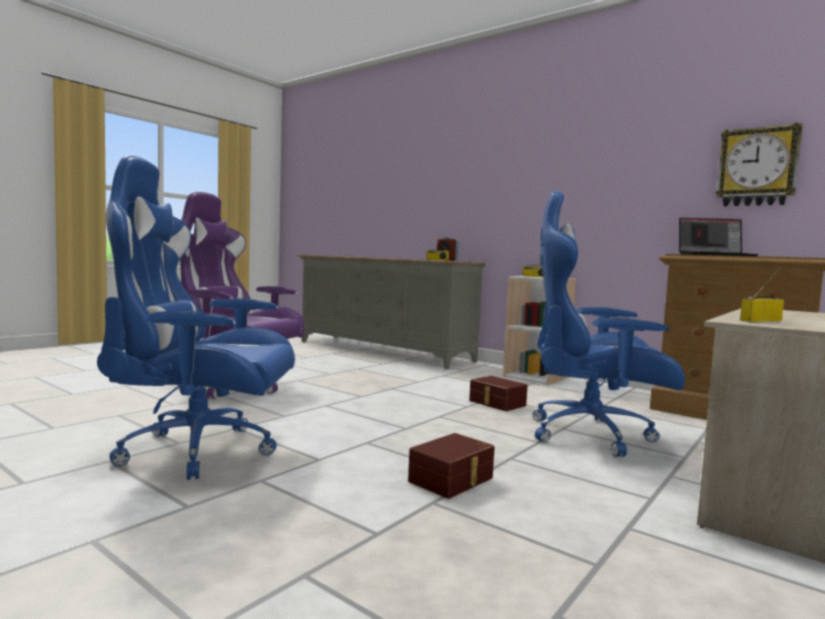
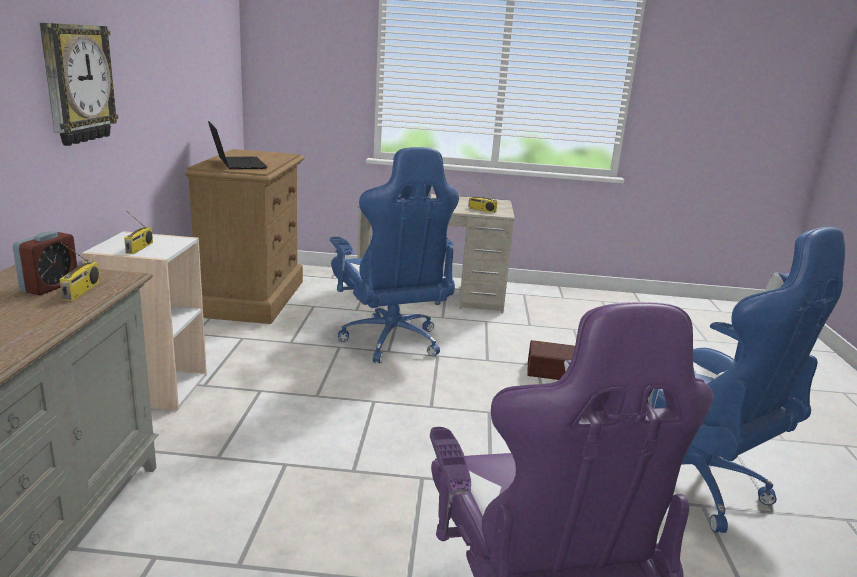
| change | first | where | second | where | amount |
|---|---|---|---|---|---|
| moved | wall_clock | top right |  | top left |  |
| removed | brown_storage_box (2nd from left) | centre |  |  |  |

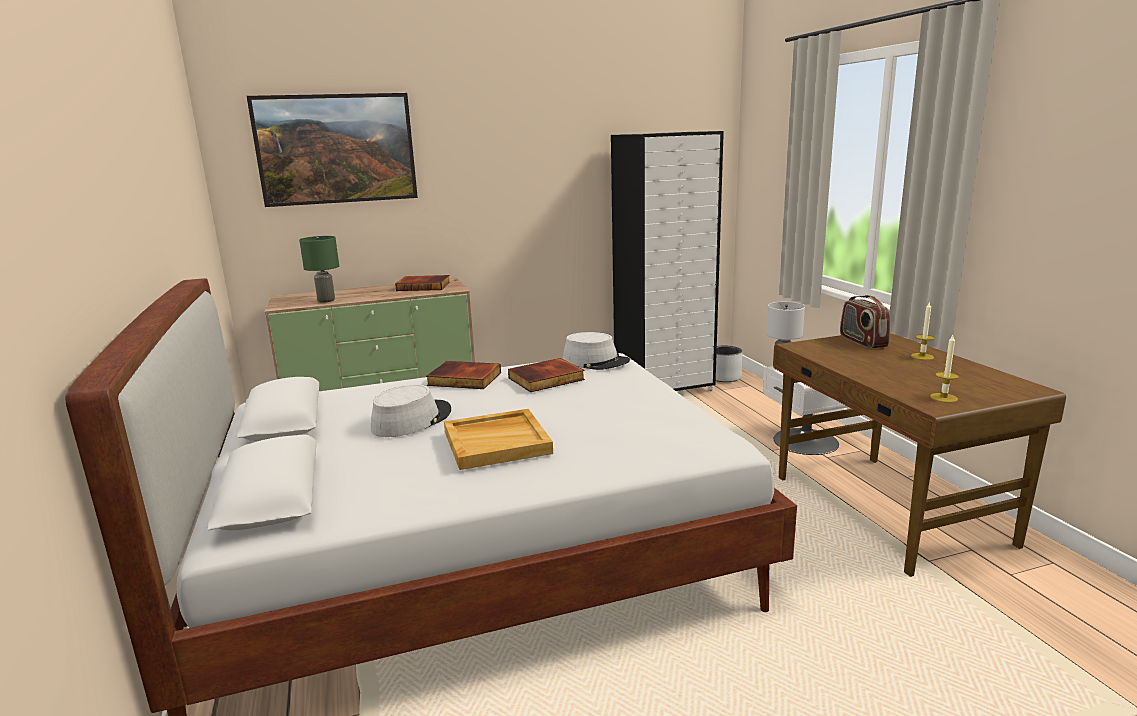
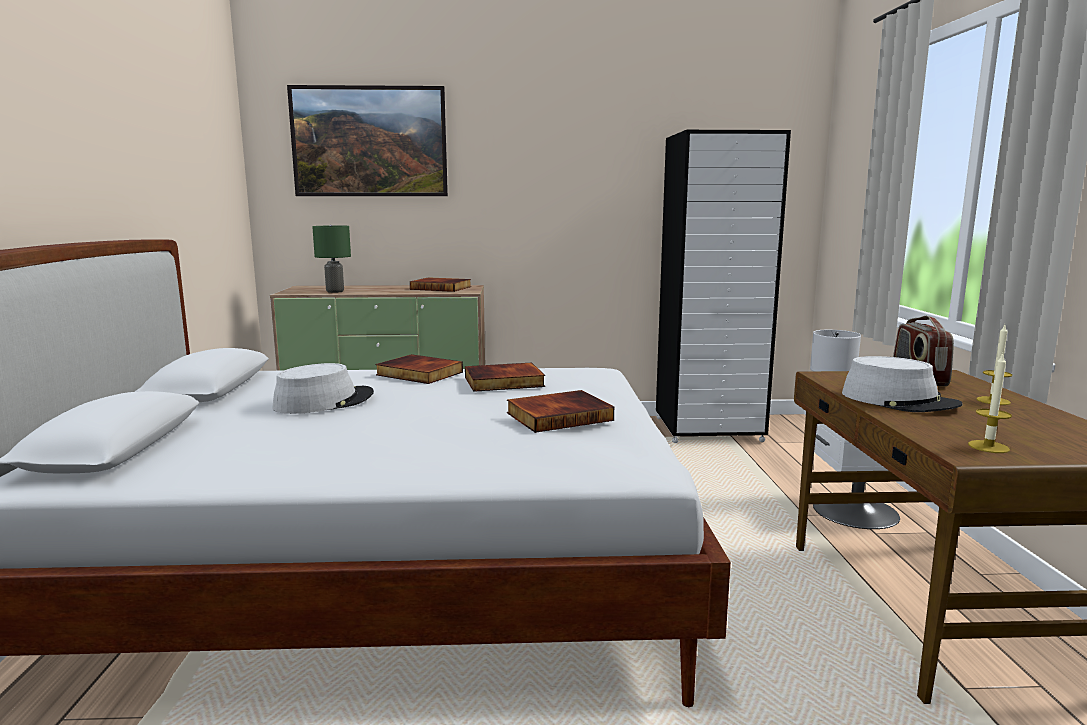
| change | first | where | second | where | amount |
|---|---|---|---|---|---|
| moved | grey_hat (2nd from left) | centre |  | middle right |  |
| removed | grey_planter | centre |  |  |  |
| removed | beige_tray | centre |  |  |  |
| added |  |  | book (4th from left) | centre |  |

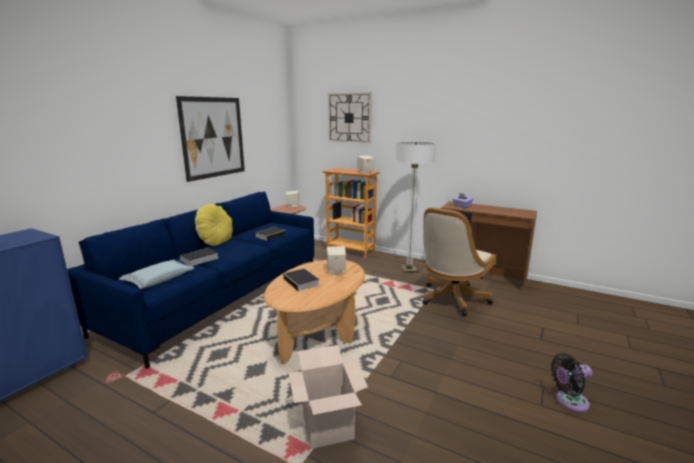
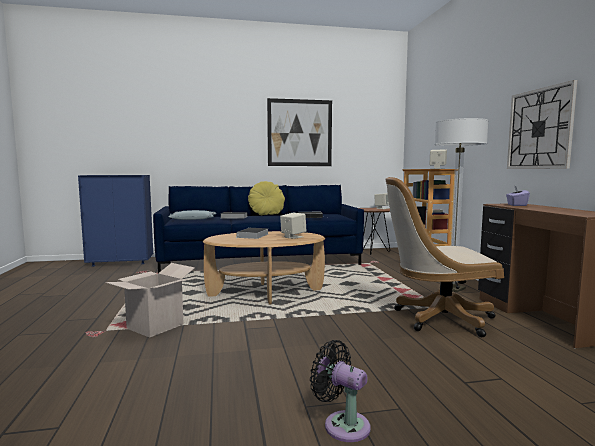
| change | first | where | second | where | amount |
|---|---|---|---|---|---|
| moved | wall_clock | top centre |  | top right |  |

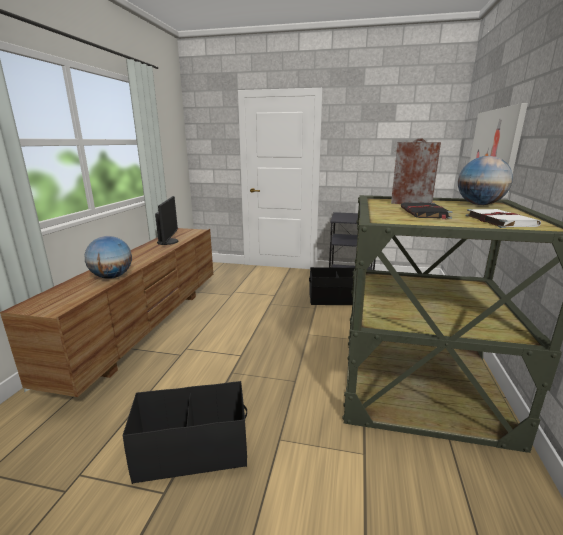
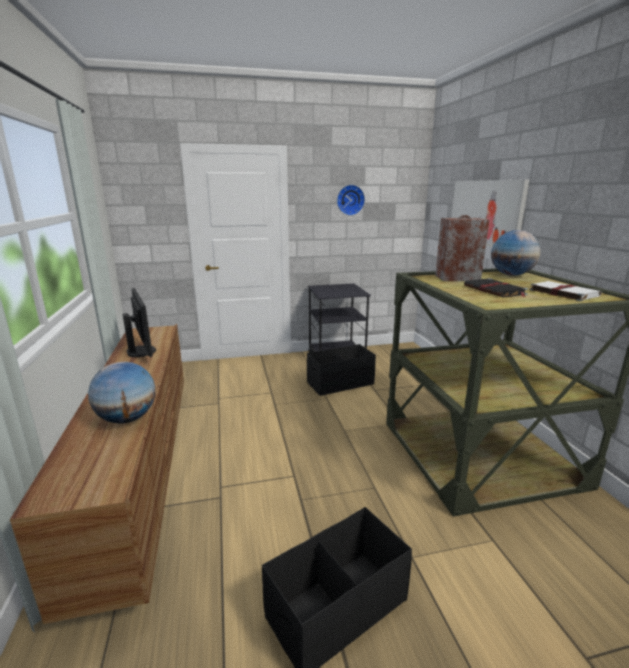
| change | first | where | second | where | amount |
|---|---|---|---|---|---|
| added |  |  | wall_clock | top centre |  |

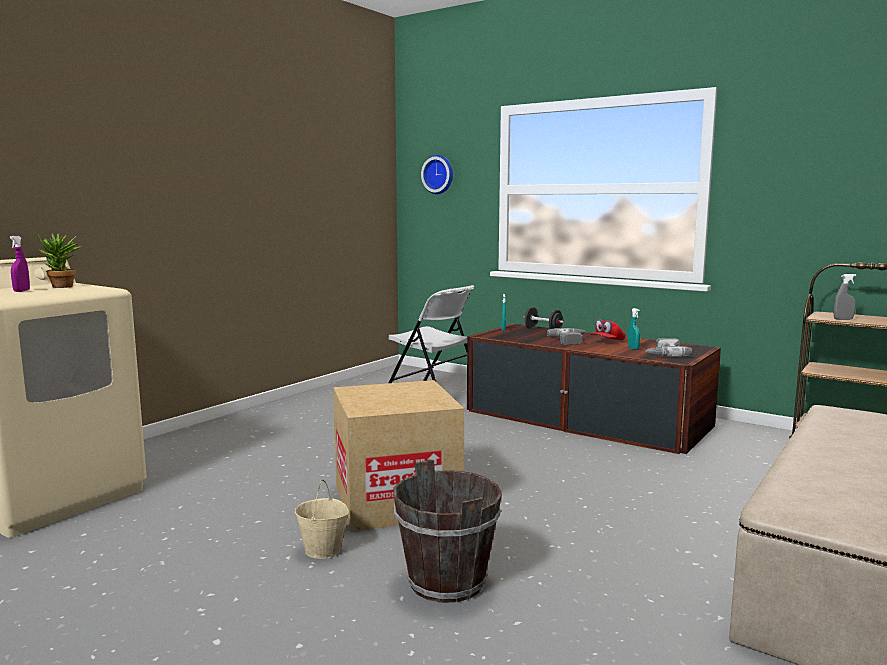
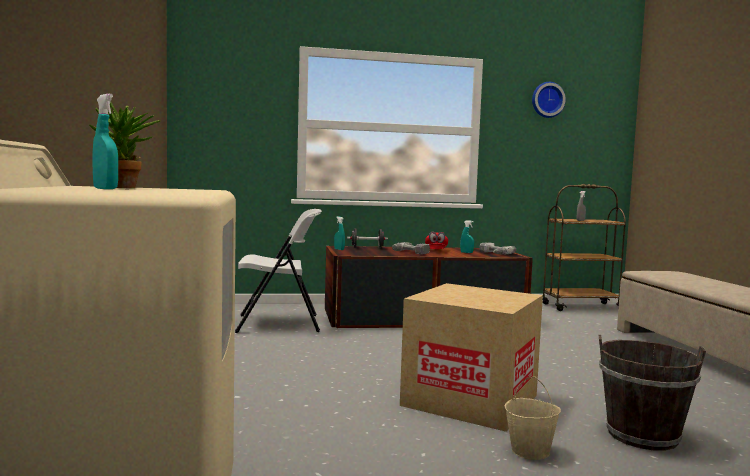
| change | first | where | second | where | amount |
|---|---|---|---|---|---|
| moved | wall_clock | top centre |  | top right |  |
| recoloured | purple_spray_bottle | middle left | turquoise_spray_bottle (1st from left) | top left |  |

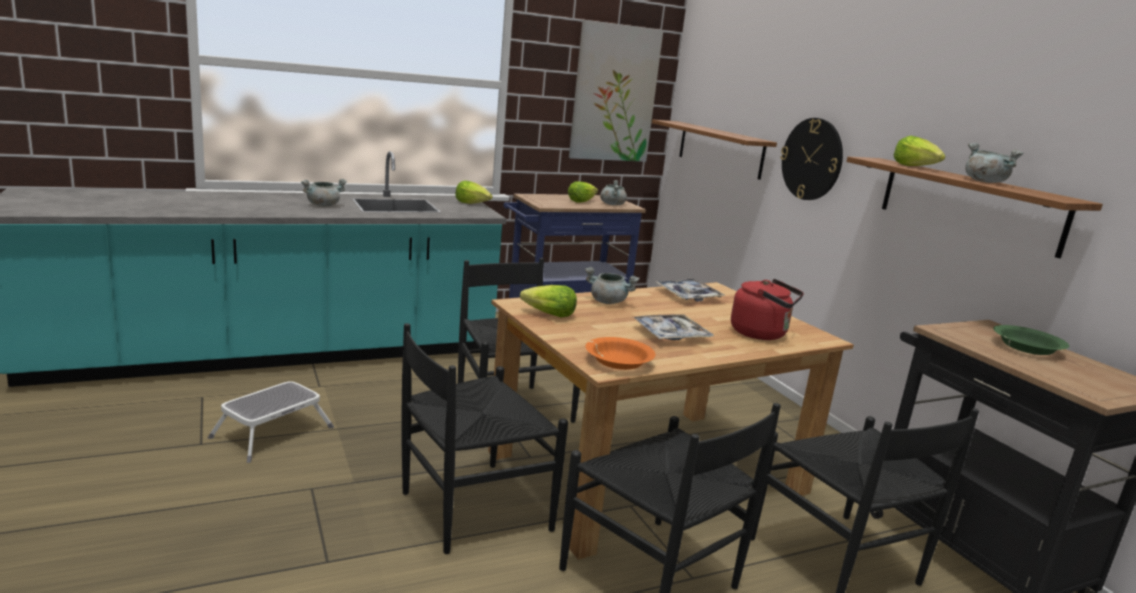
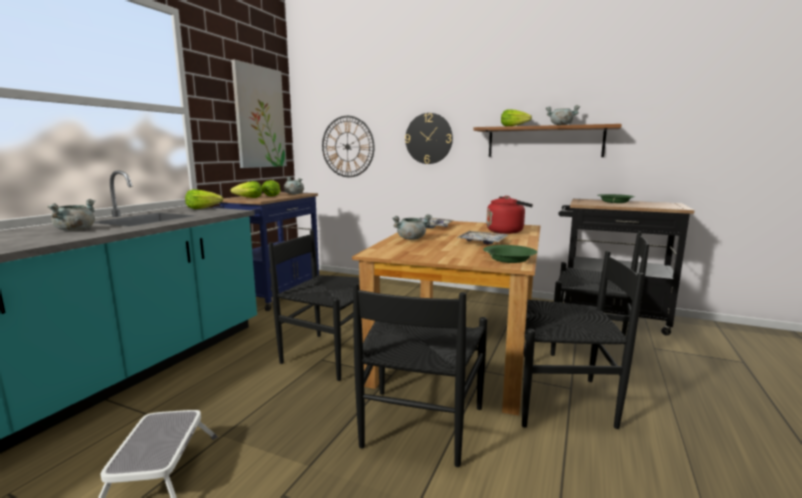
| change | first | where | second | where | amount |
|---|---|---|---|---|---|
| replaced | shelf (1st from left) | top centre | wall_clock (1st from left) | top centre |  |
| moved | lettuce (2nd from left) | centre |  | middle left |  |
| recoloured | orange_bowl | centre | green_bowl (1st from left) | centre |  |

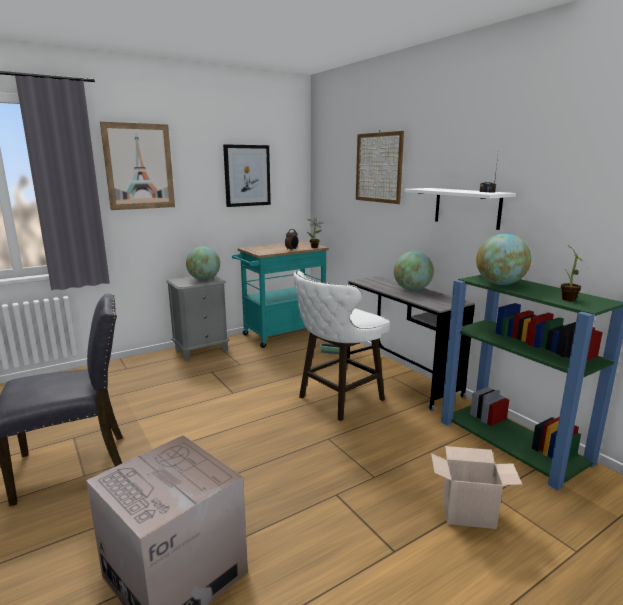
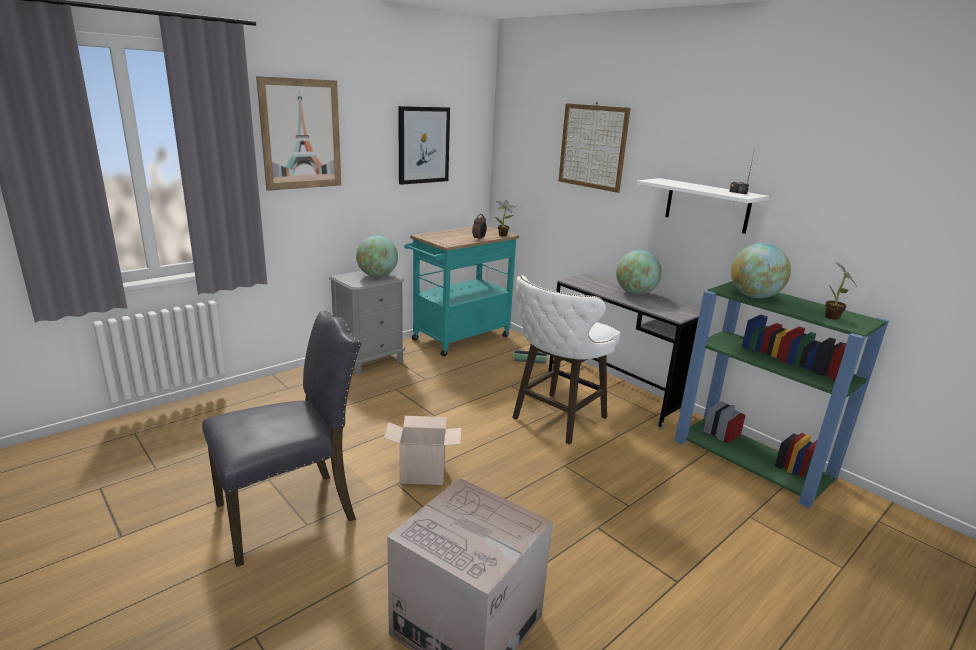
| change | first | where | second | where | amount |
|---|---|---|---|---|---|
| moved | cardboard_box (2nd from left in the first image) | bottom right | cardboard_box (1st from left) | bottom centre |  |

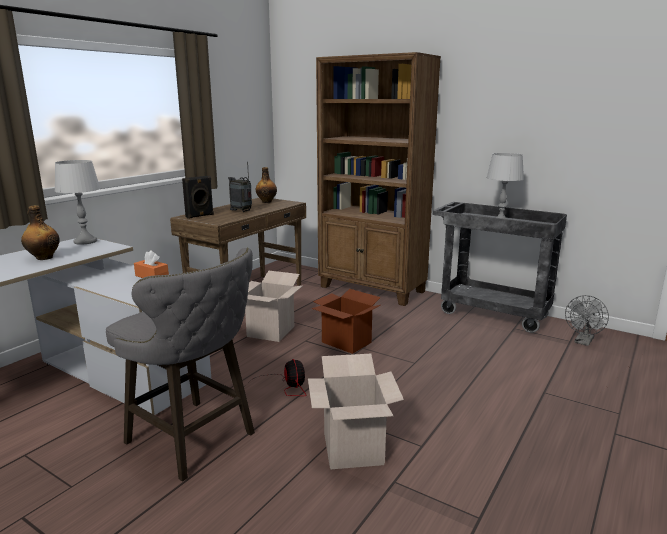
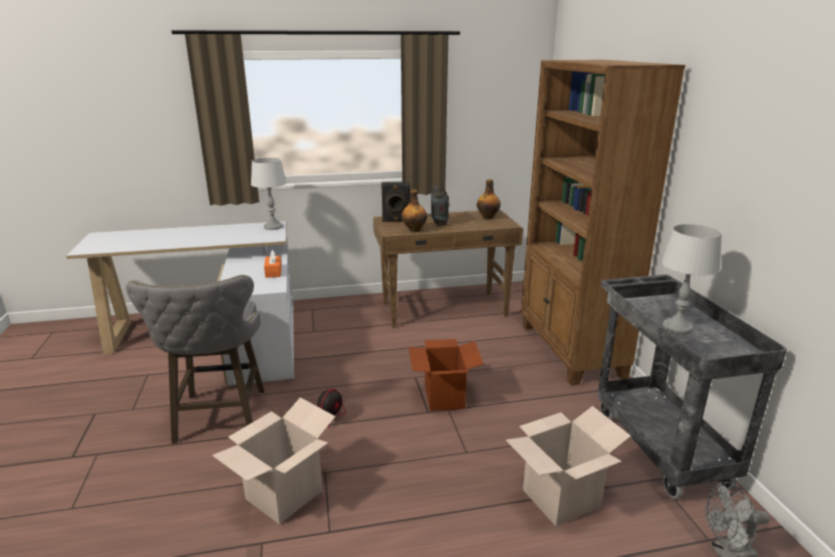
| change | first | where | second | where | amount |
|---|---|---|---|---|---|
| moved | bottle (1st from left) | middle left |  | centre |  |
| moved | cardboard_box (1st from left in the first image) | centre | cardboard_box (3rd from left) | bottom right |  |

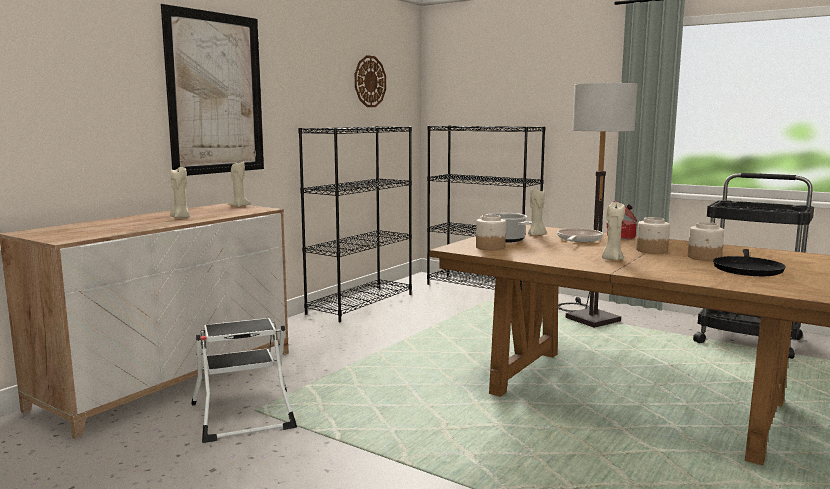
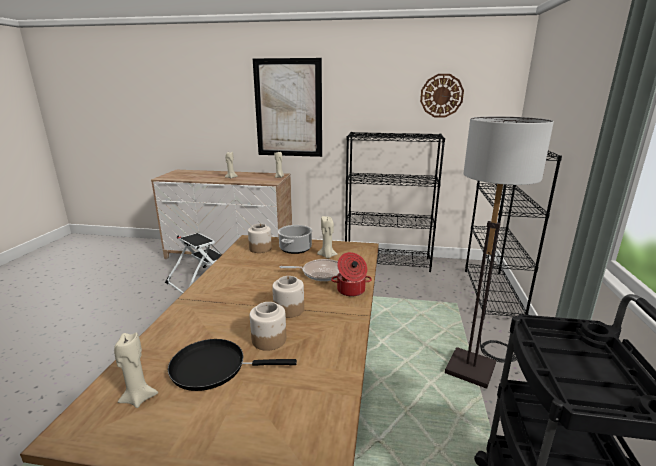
| change | first | where | second | where | amount |
|---|---|---|---|---|---|
| moved | beige_candle (4th from left in the first image) | middle right | beige_candle (1st from left) | bottom left |  |

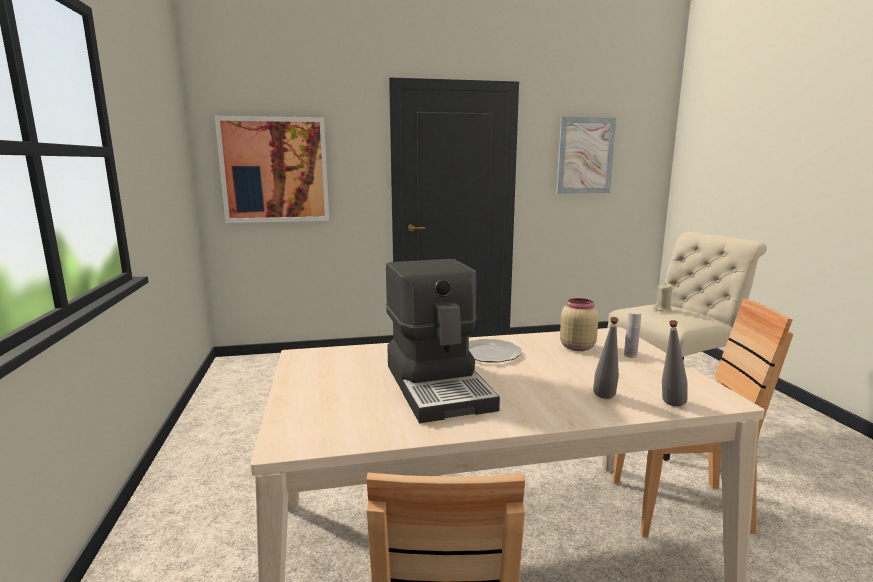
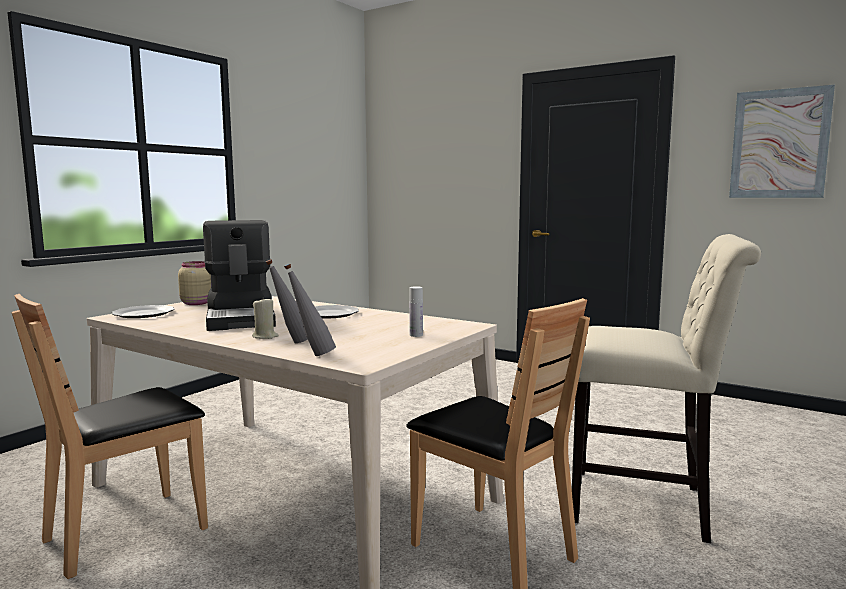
| change | first | where | second | where | amount |
|---|---|---|---|---|---|
| removed | picture (1st from left) | top left |  |  |  |
| turned | coffee_machine | centre |  | middle left | 45 degrees counterclockwise |
| moved | beige_candle | middle right |  | middle left |  |
| moved | beige_jar | centre |  | middle left |  |
| added |  |  | plate (1st from left) | middle left |  |

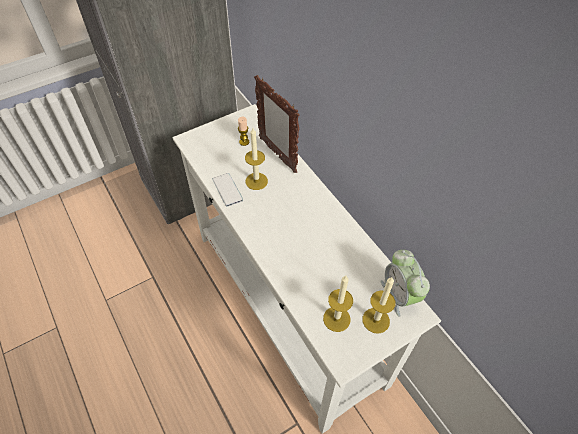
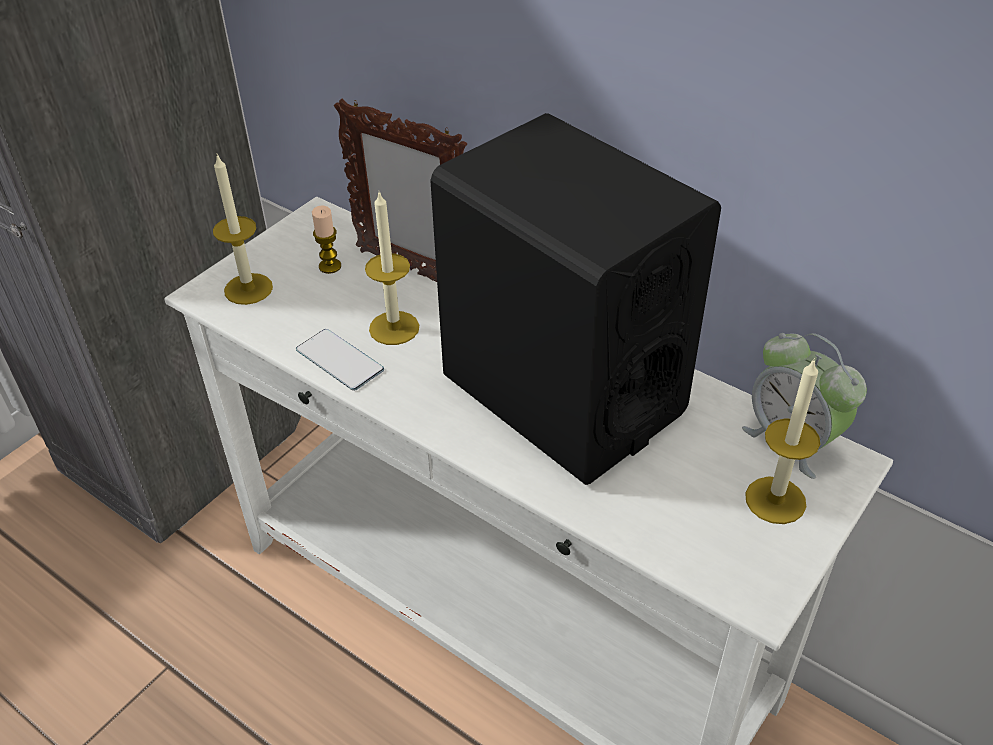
| change | first | where | second | where | amount |
|---|---|---|---|---|---|
| moved | candle (3rd from left in the first image) | bottom centre | candle (1st from left) | top left |  |
| added |  |  | black_speaker | centre |  |

